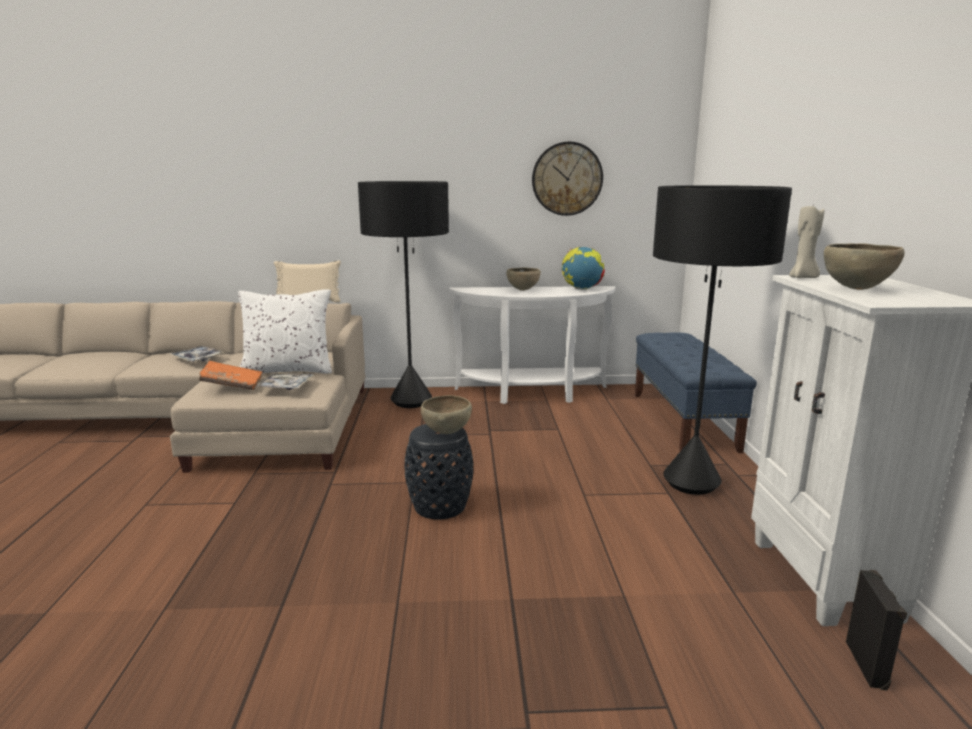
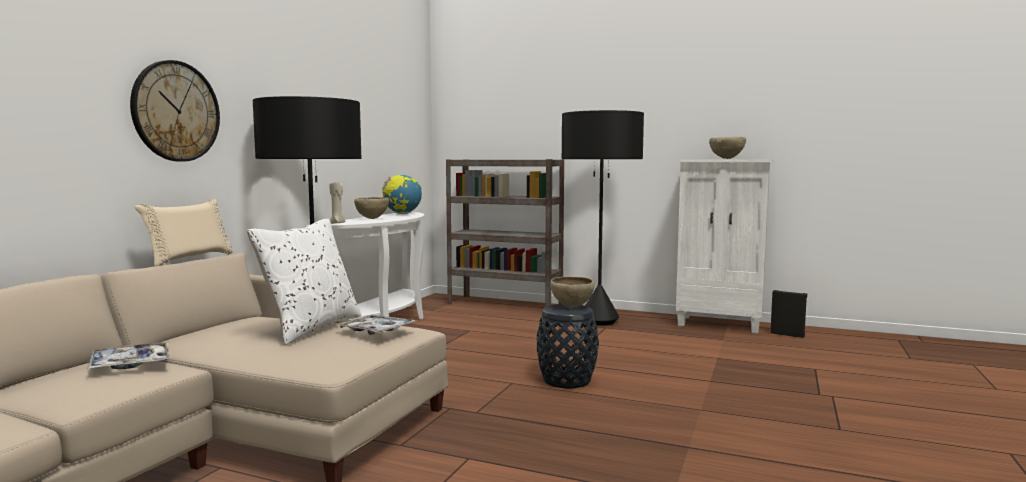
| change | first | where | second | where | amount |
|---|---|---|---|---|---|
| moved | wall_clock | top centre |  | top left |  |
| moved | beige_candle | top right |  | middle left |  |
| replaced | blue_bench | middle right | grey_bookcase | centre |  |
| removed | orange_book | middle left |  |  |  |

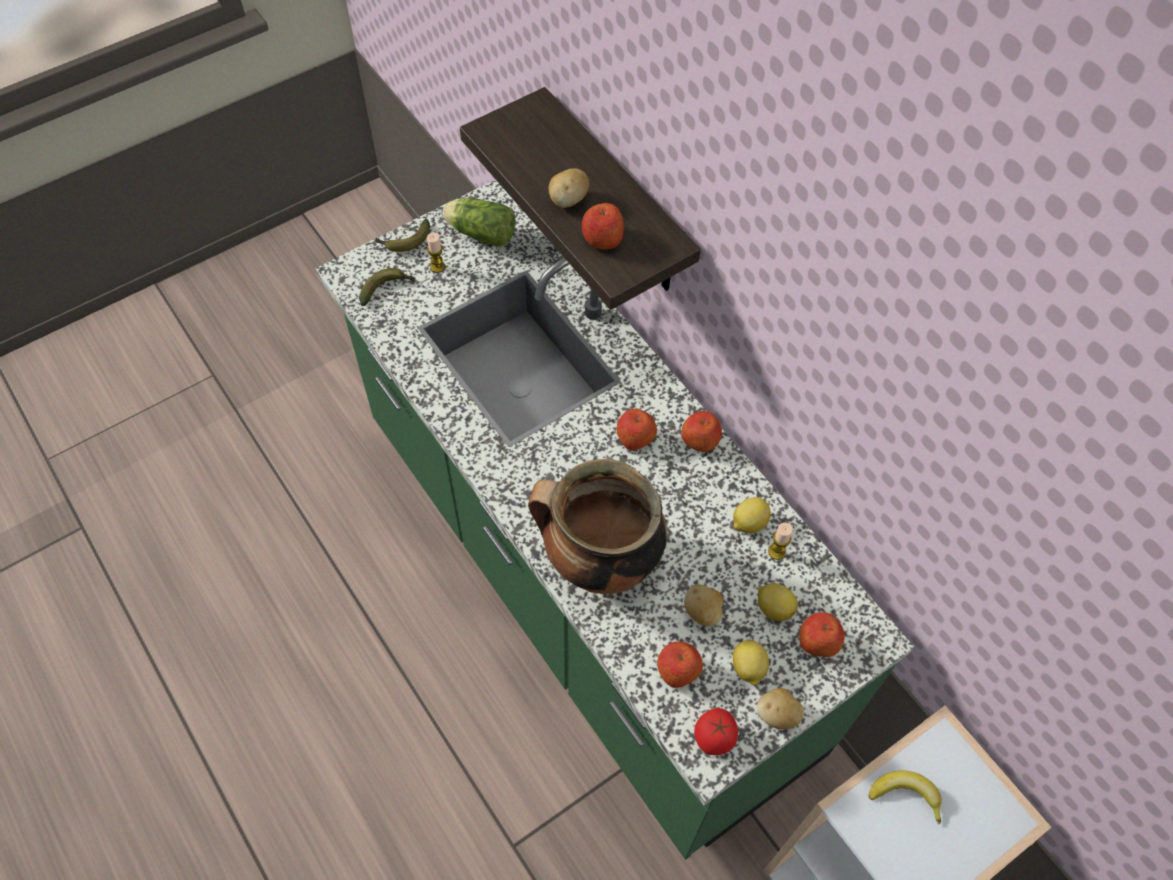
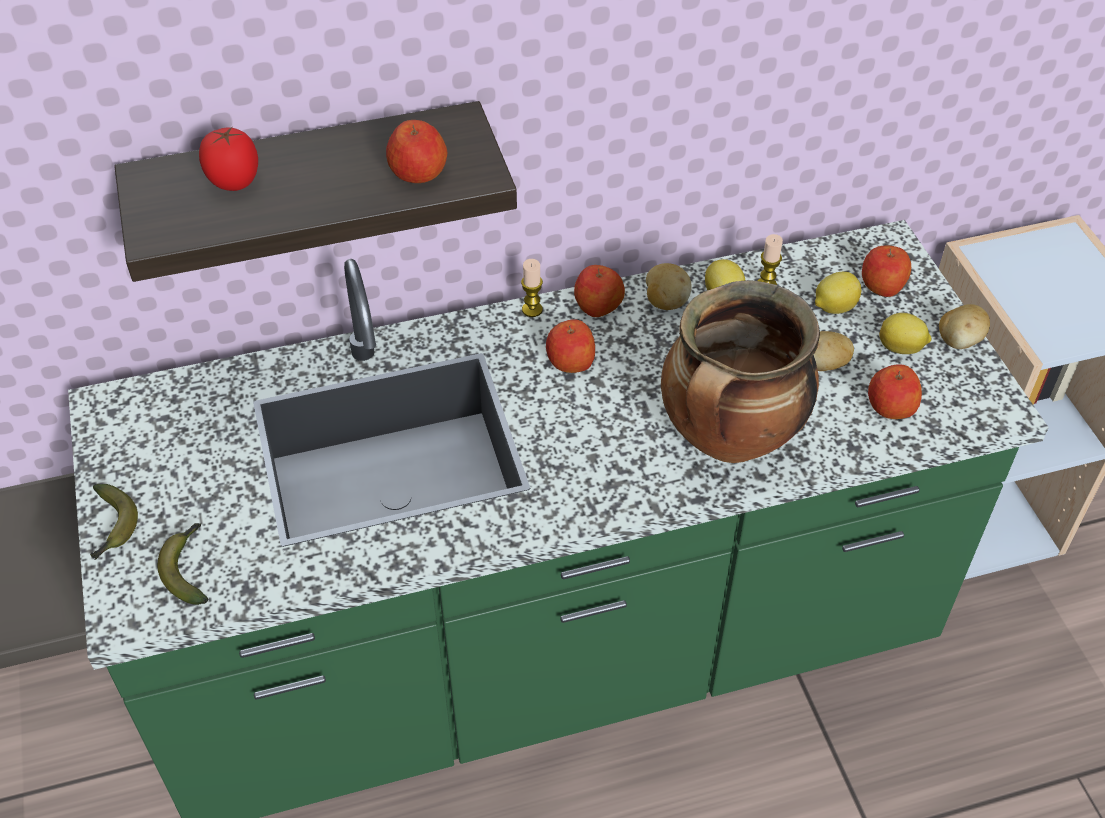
| change | first | where | second | where | amount |
|---|---|---|---|---|---|
| moved | potato (1st from left) | top centre |  | centre |  |
| removed | lettuce | top centre |  |  |  |
| moved | candle (1st from left) | top centre |  | centre |  |
| moved | tomato | bottom centre |  | top left |  |
| removed | banana (3rd from left) | bottom right |  |  |  |

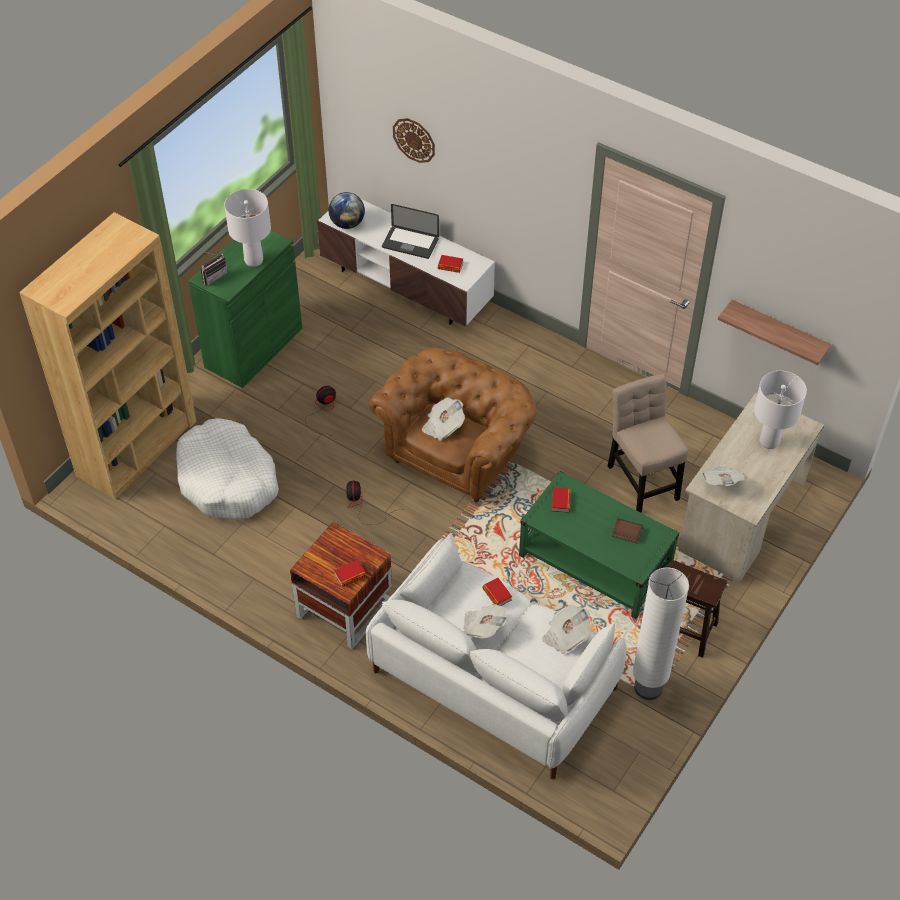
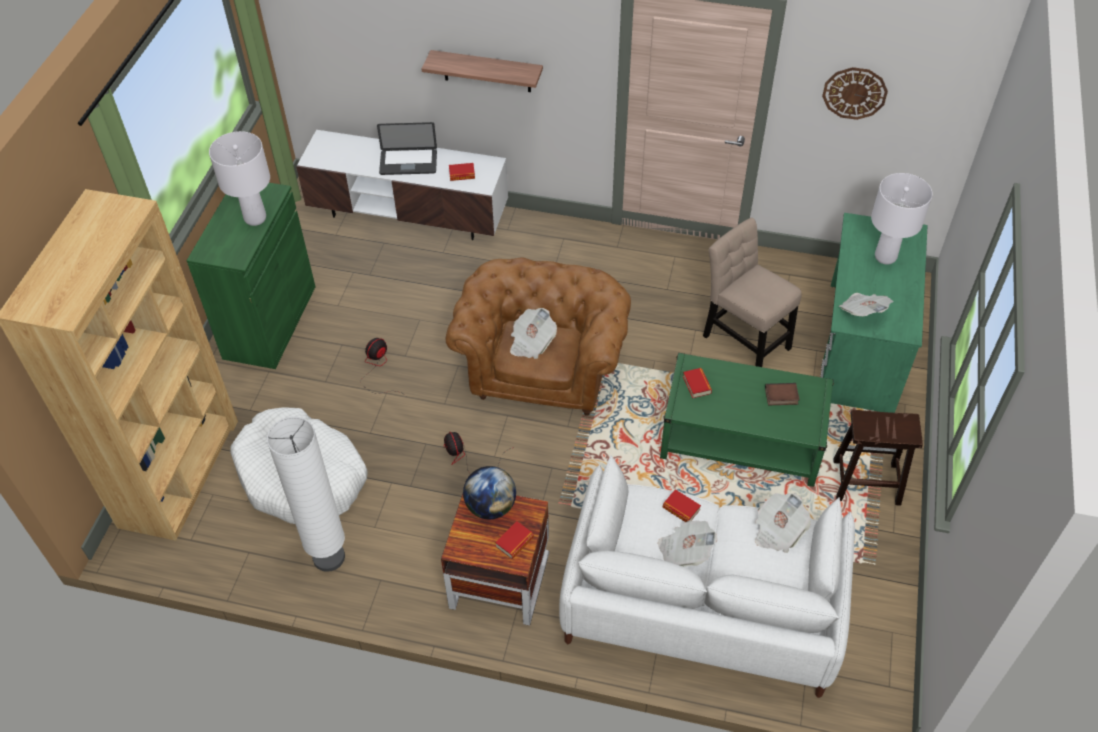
| change | first | where | second | where | amount |
|---|---|---|---|---|---|
| moved | wall_clock | top centre |  | top right |  |
| moved | globe | top centre |  | bottom centre |  |
| removed | radio | top left |  |  |  |
| moved | shelf | middle right |  | top centre |  |
| recoloured | beige_desk | middle right | green_desk | middle right |  |
| moved | white_floor_lamp | bottom right |  | bottom left |  |

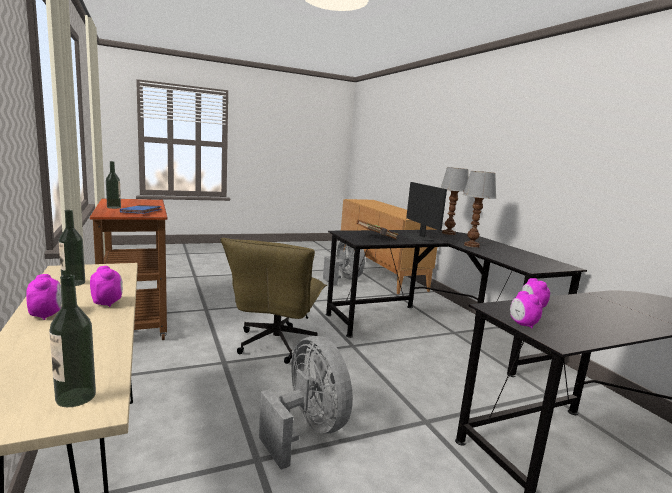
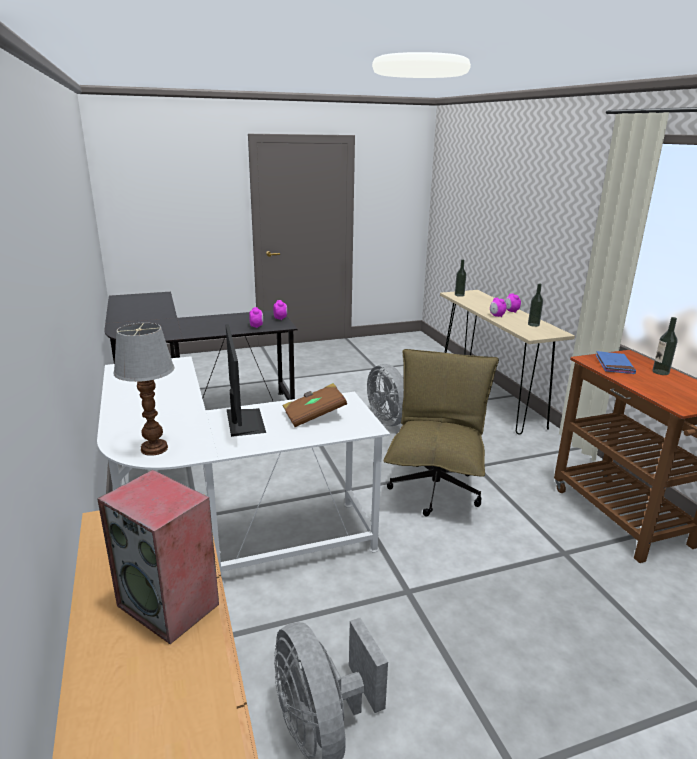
| change | first | where | second | where | amount |
|---|---|---|---|---|---|
| removed | table_lamp (2nd from left) | middle right |  |  |  |
| recoloured | black_desk (1st from left) | middle right | white_desk | centre |  |
| added |  |  | speaker | bottom left |  |

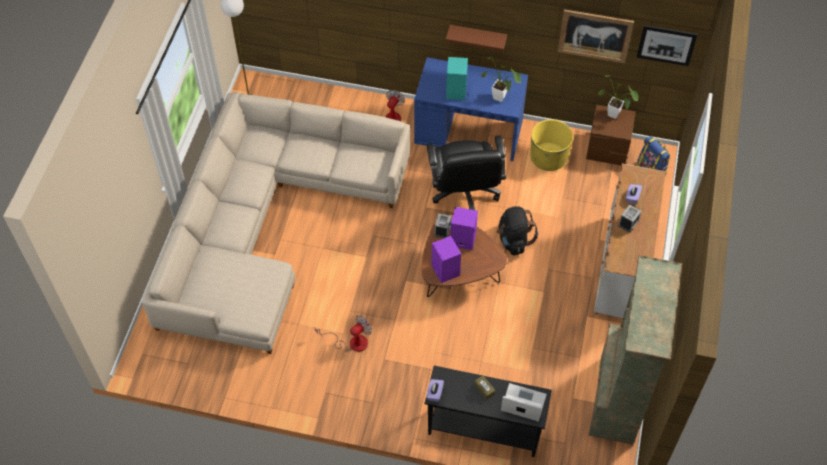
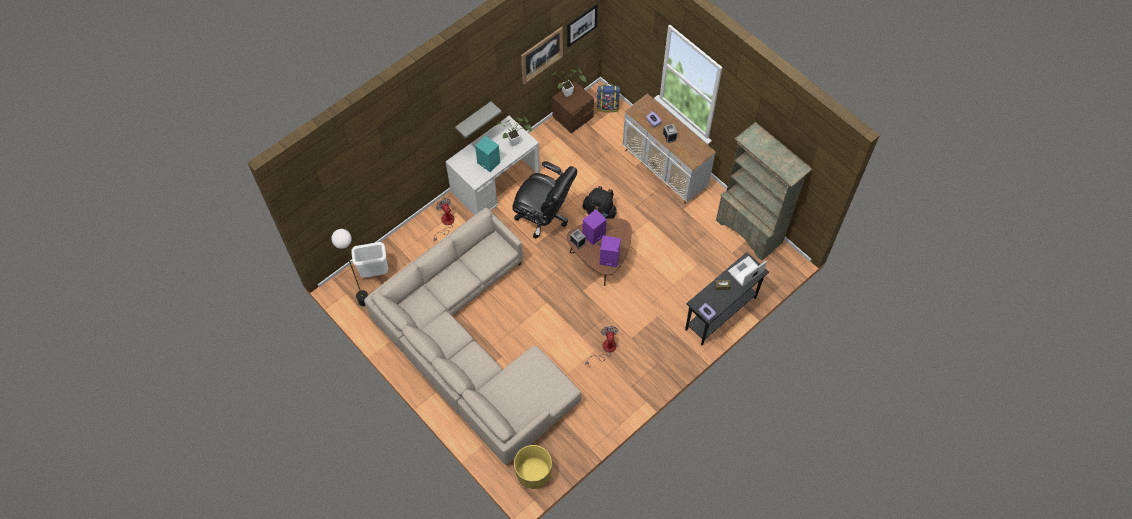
| change | first | where | second | where | amount |
|---|---|---|---|---|---|
| recoloured | brown_shelf | top centre | grey_shelf | top centre |  |
| recoloured | blue_desk | top centre | white_desk | top centre |  |
| moved | yellow_planter | top centre |  | bottom centre |  |
| added |  |  | white_trash_can | middle left |  |

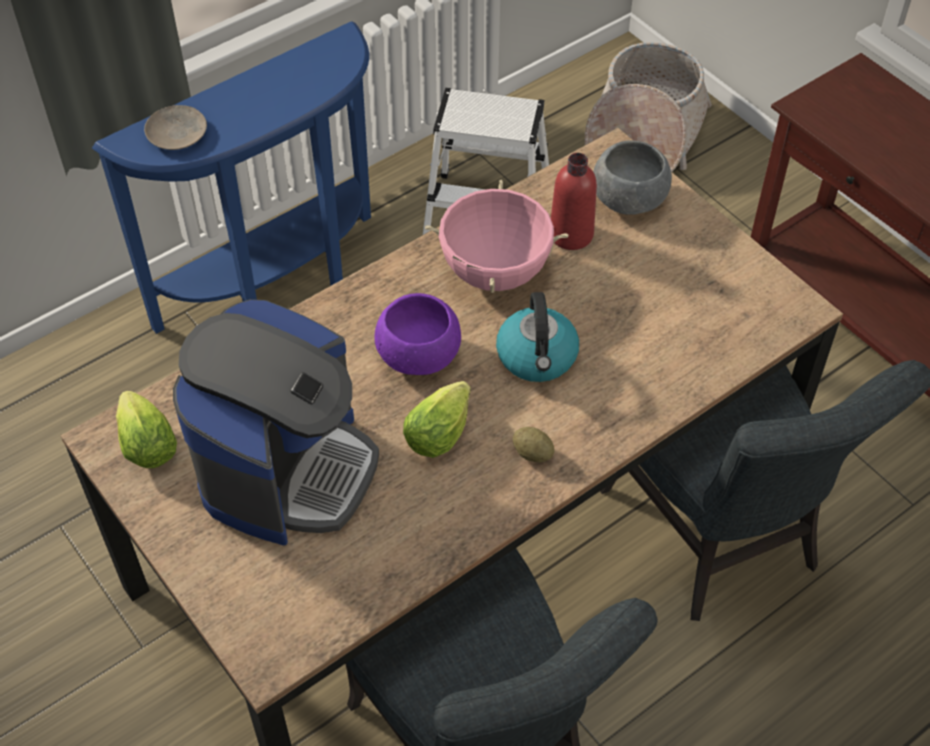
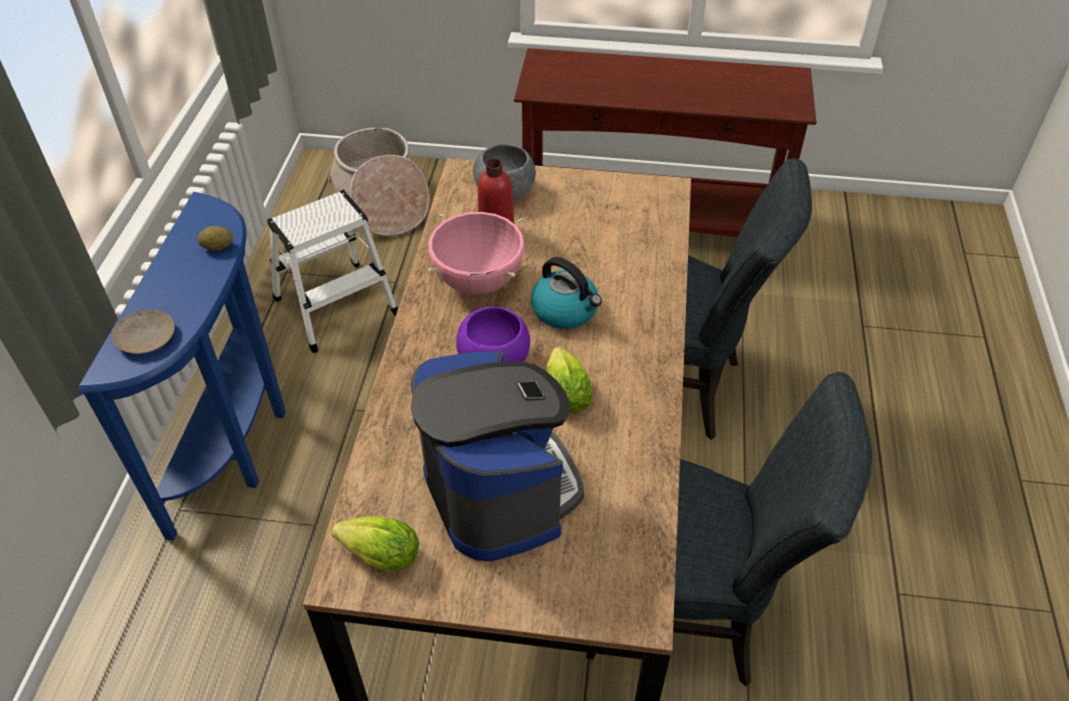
| change | first | where | second | where | amount |
|---|---|---|---|---|---|
| moved | potato | centre |  | middle left |  |

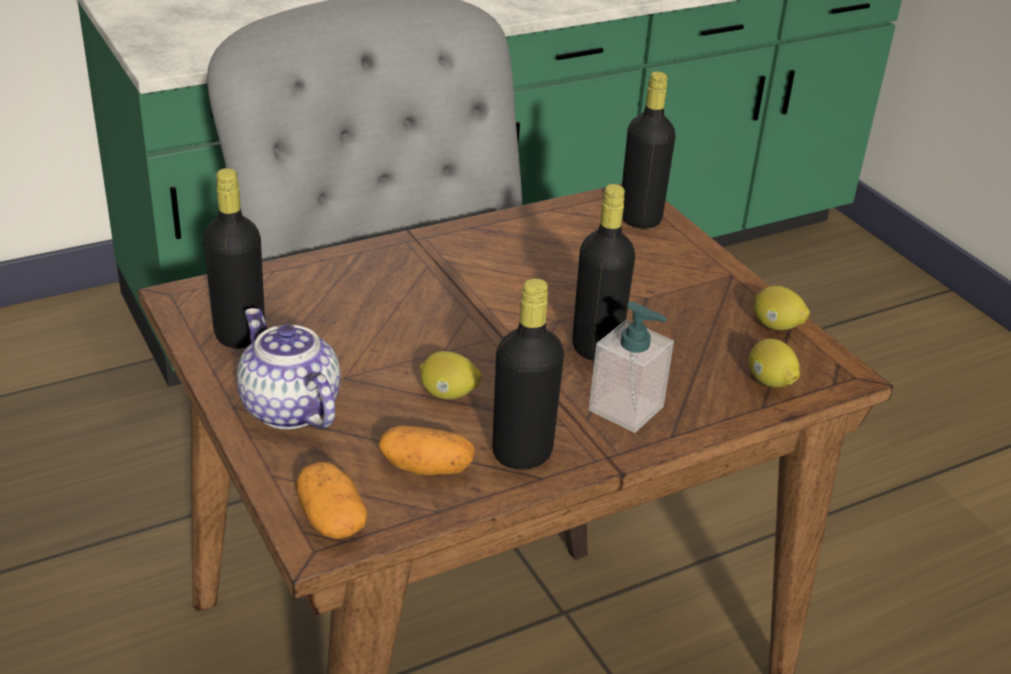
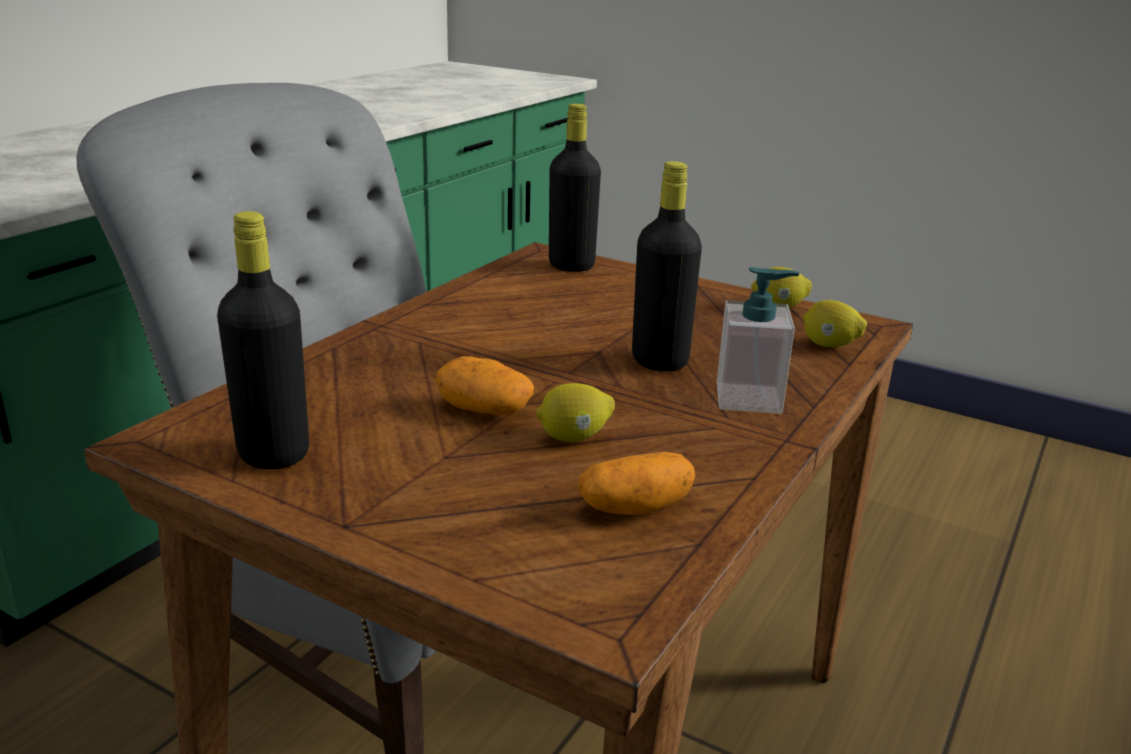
| change | first | where | second | where | amount |
|---|---|---|---|---|---|
| removed | black_bottle (2nd from left) | centre |  |  |  |
| removed | teapot | middle left |  |  |  |
| moved | potato (1st from left) | bottom left |  | centre |  |

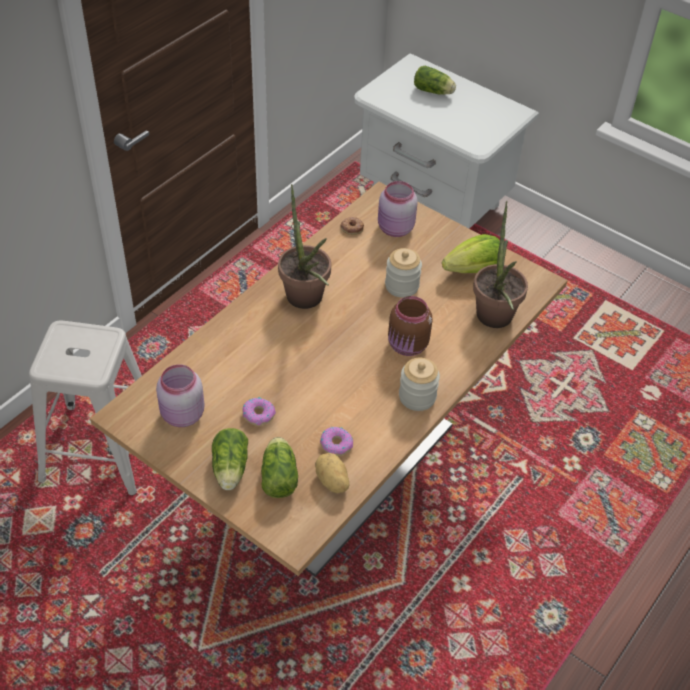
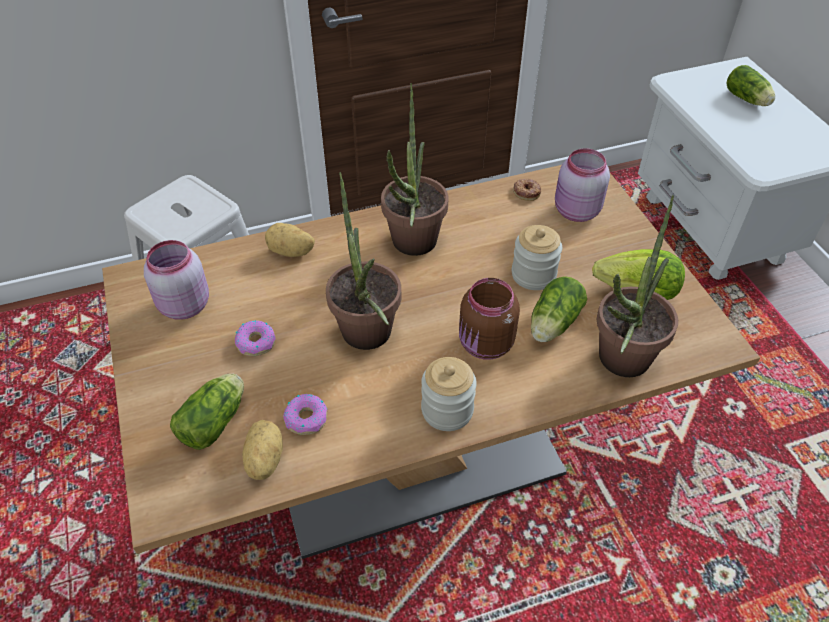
| change | first | where | second | where | amount |
|---|---|---|---|---|---|
| moved | lettuce (1st from left in the first image) | centre | lettuce (2nd from left) | middle right |  |
| added |  |  | potted_plant (1st from left) | centre |  |
| added |  |  | potato (2nd from left) | centre |  |

